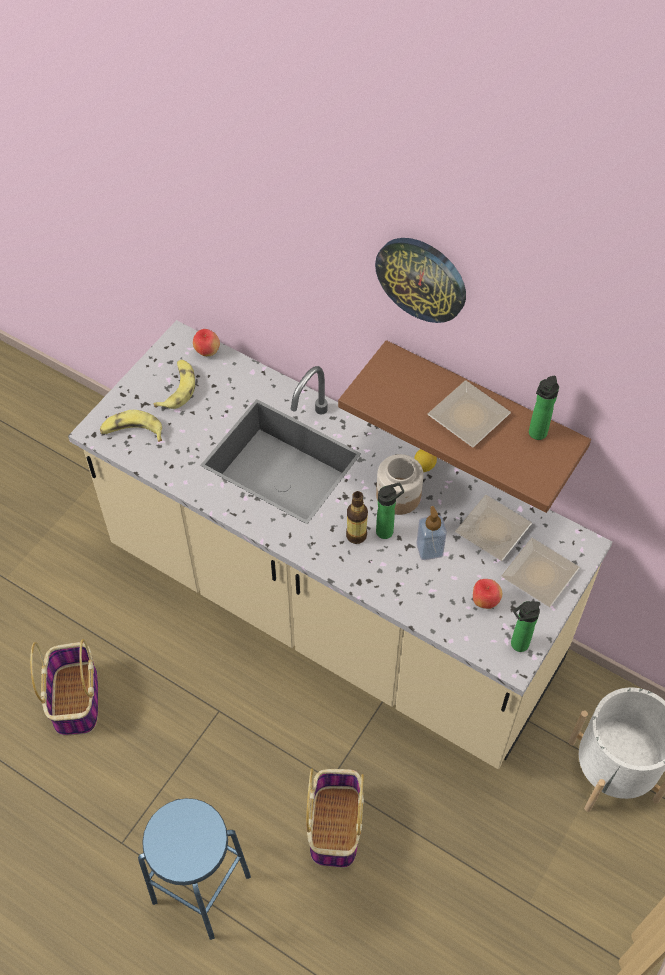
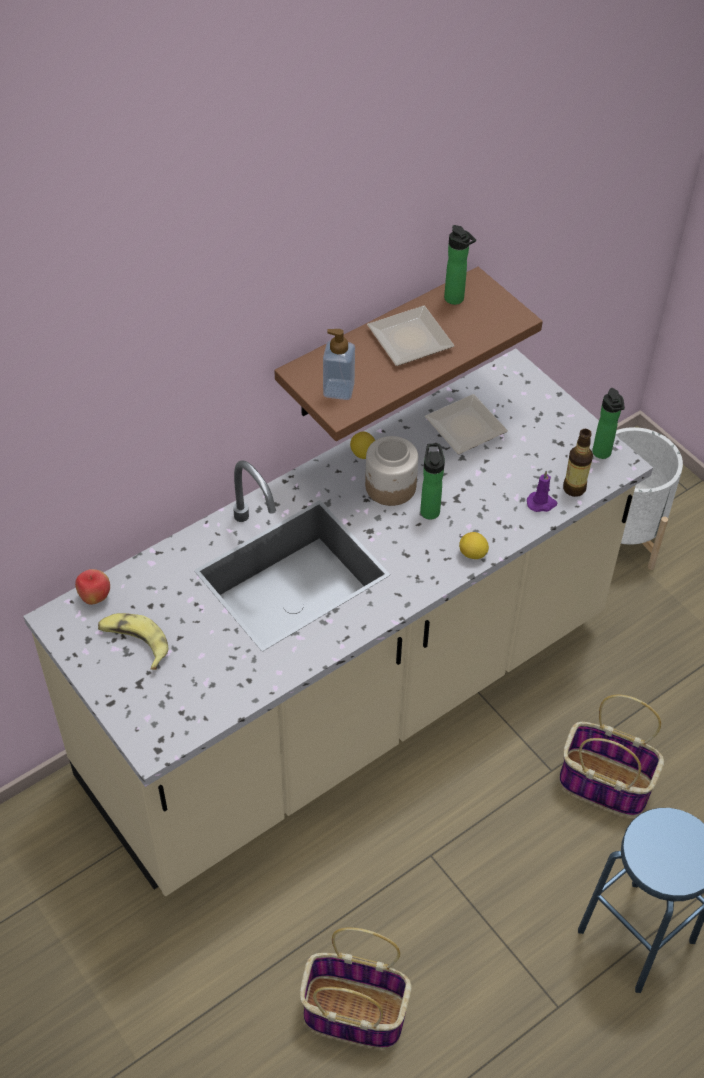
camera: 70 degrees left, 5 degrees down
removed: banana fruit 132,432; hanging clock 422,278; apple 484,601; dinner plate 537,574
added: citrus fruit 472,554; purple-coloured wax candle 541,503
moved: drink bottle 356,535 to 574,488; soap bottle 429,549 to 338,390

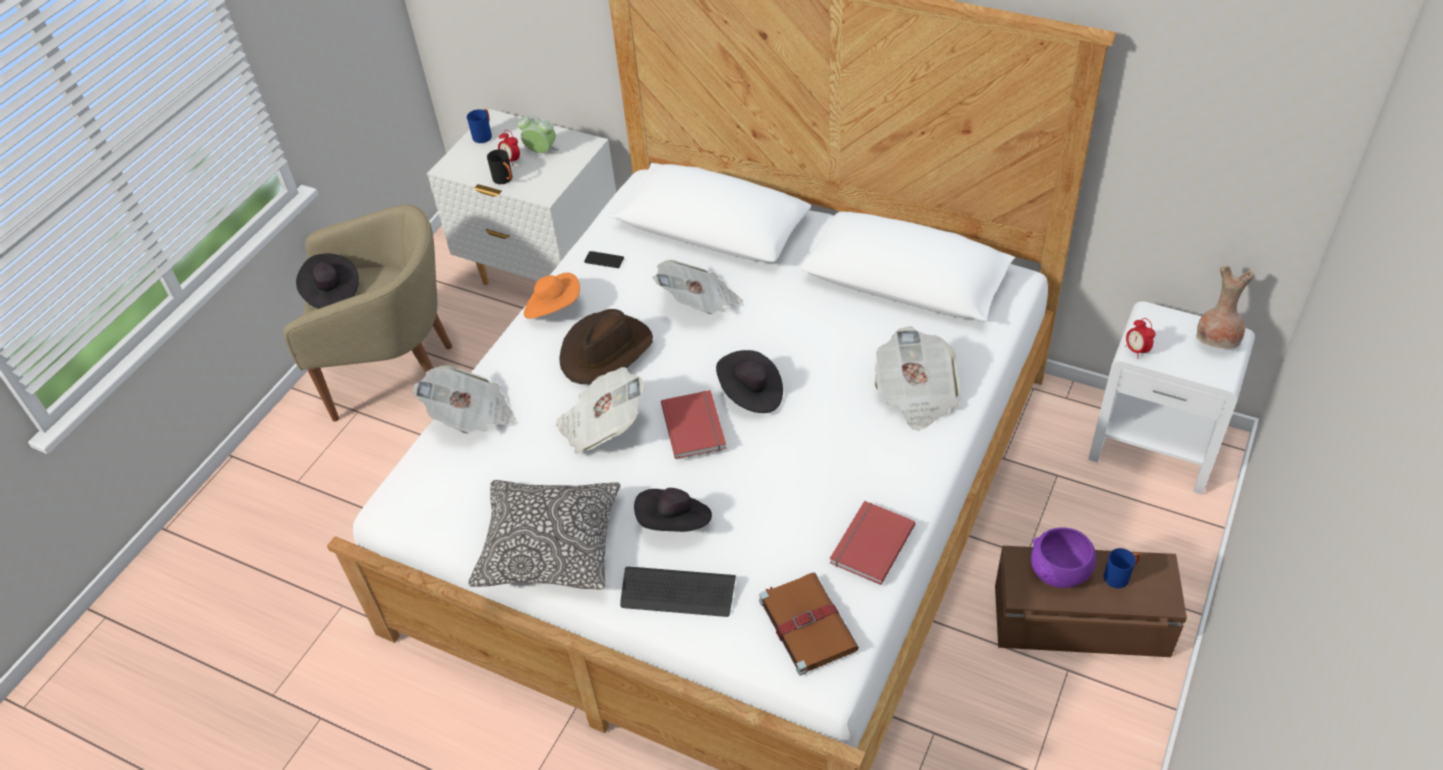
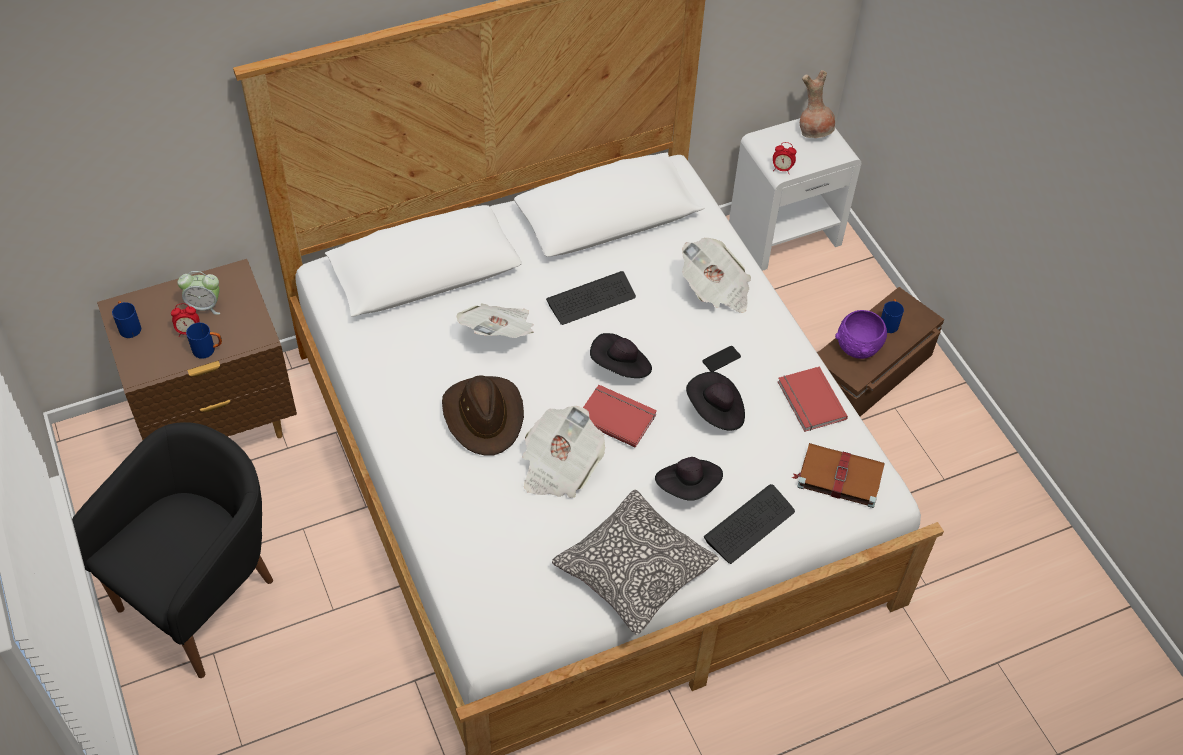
camera: 55 degrees left, 5 degrees up
removed: daily paper 471,416; orange-coloured clothing hat 554,308
added: keyboard 591,299
moved: black clothing hat 331,292 to 715,411; telephone 604,260 to 721,359
recoloured: sand-coloured easy chair 396,375 to black easy chair 204,599; white-coloured nightstand 544,274 to brown-coloured nightstand 219,425; black coffee mug 505,180 to blue-coloured coffee mug 208,350
turned: bedside clock 541,152 = 204,306 150 degrees counterclockwise

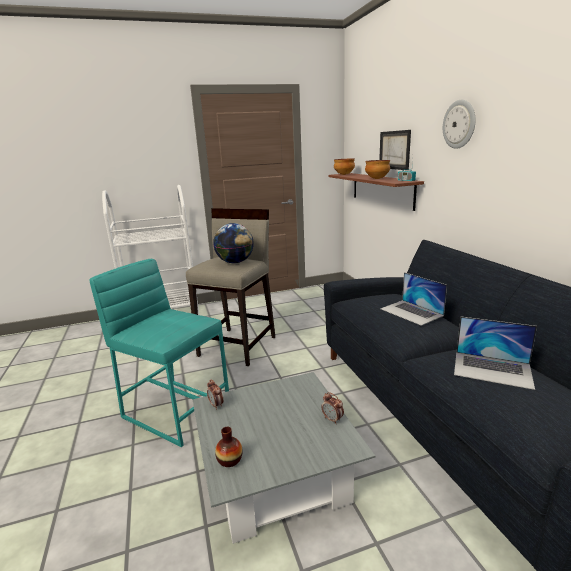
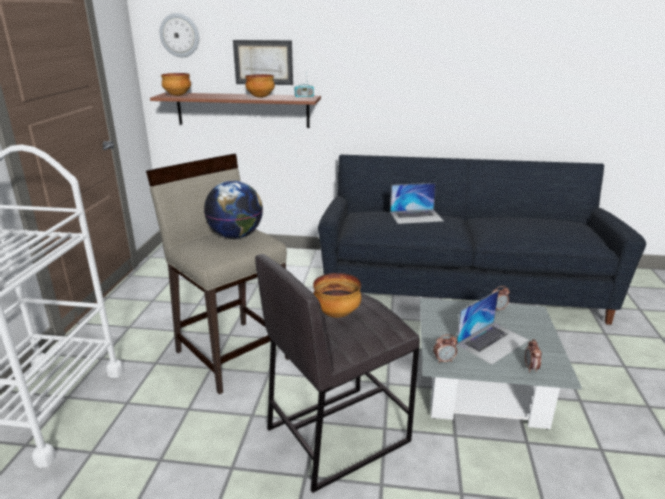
camera: 65 degrees left, 5 degrees up
added: deep dish 337,314
moved: hanging clock 459,124 to 180,35; notebook computer 492,369 to 492,342
replaced: flower vase 229,460 to bedside clock 531,368
recoloured: blue-green stool 176,410 to greyish stool 336,434

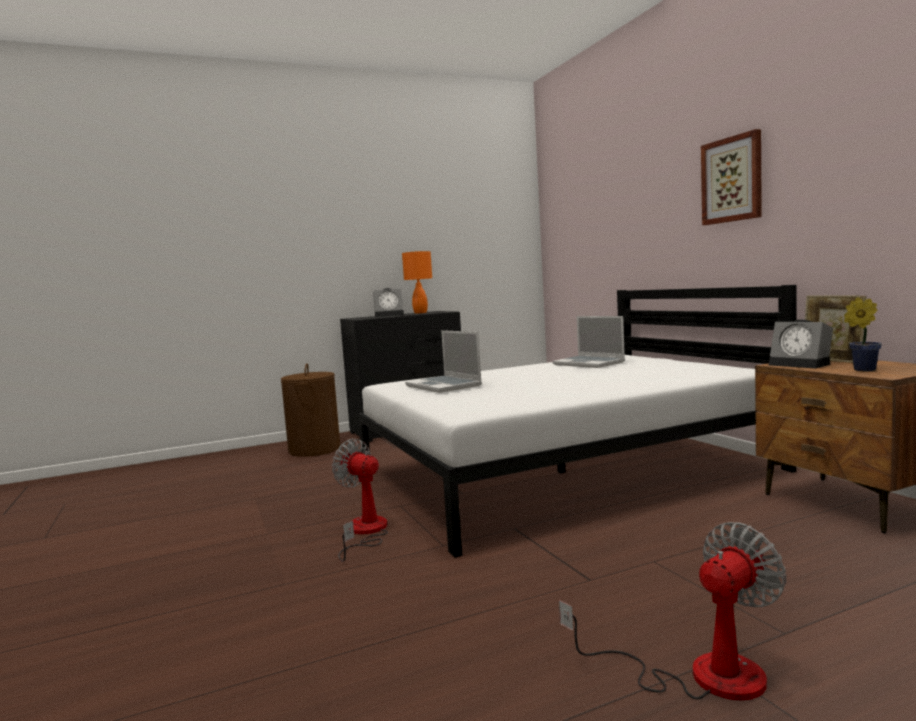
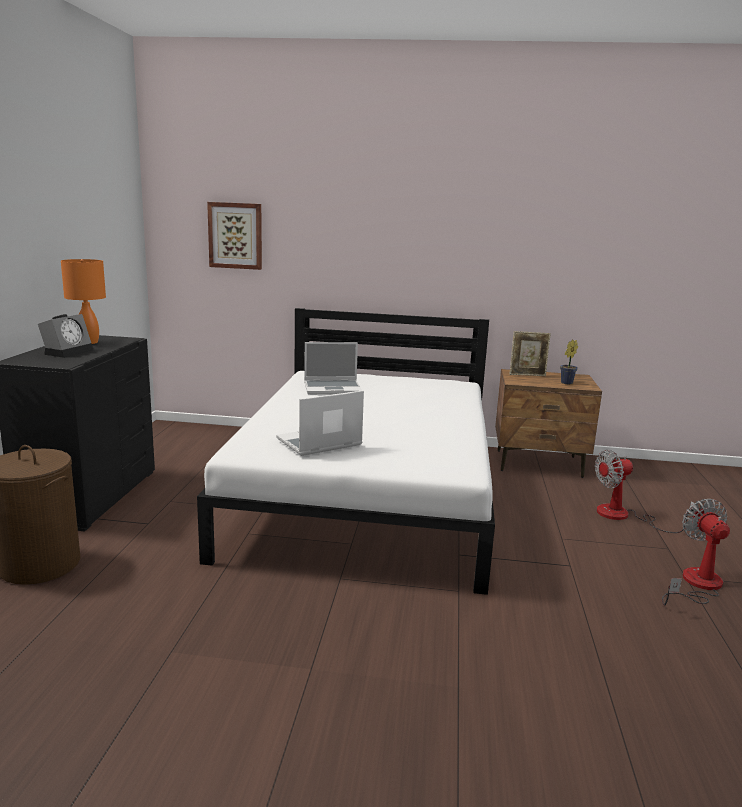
camera: 60 degrees left, 10 degrees up
removed: bedside clock 802,364
moved: fan 364,532 to 624,516; picture 732,180 to 235,235
turned: notebook computer 444,386 = 318,443 150 degrees clockwise

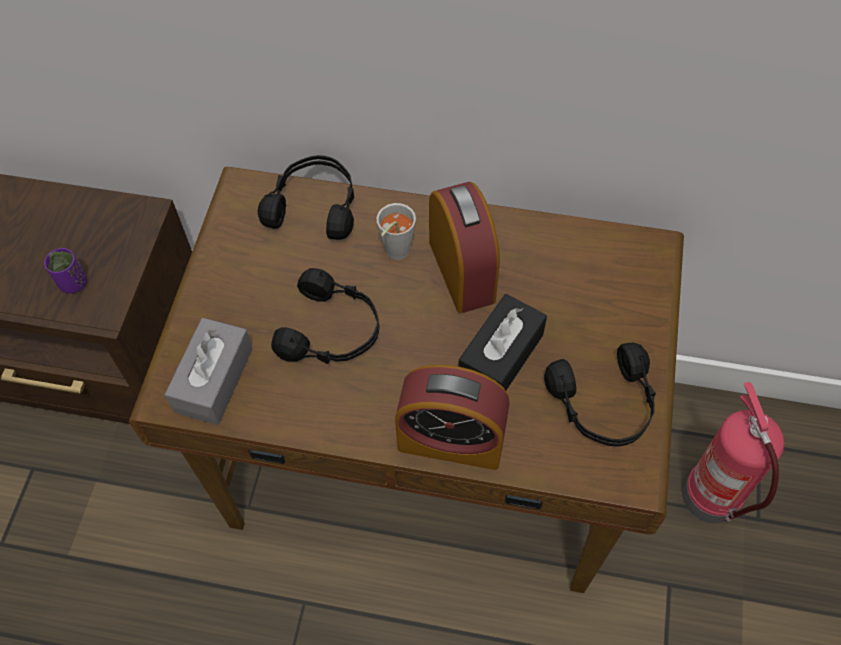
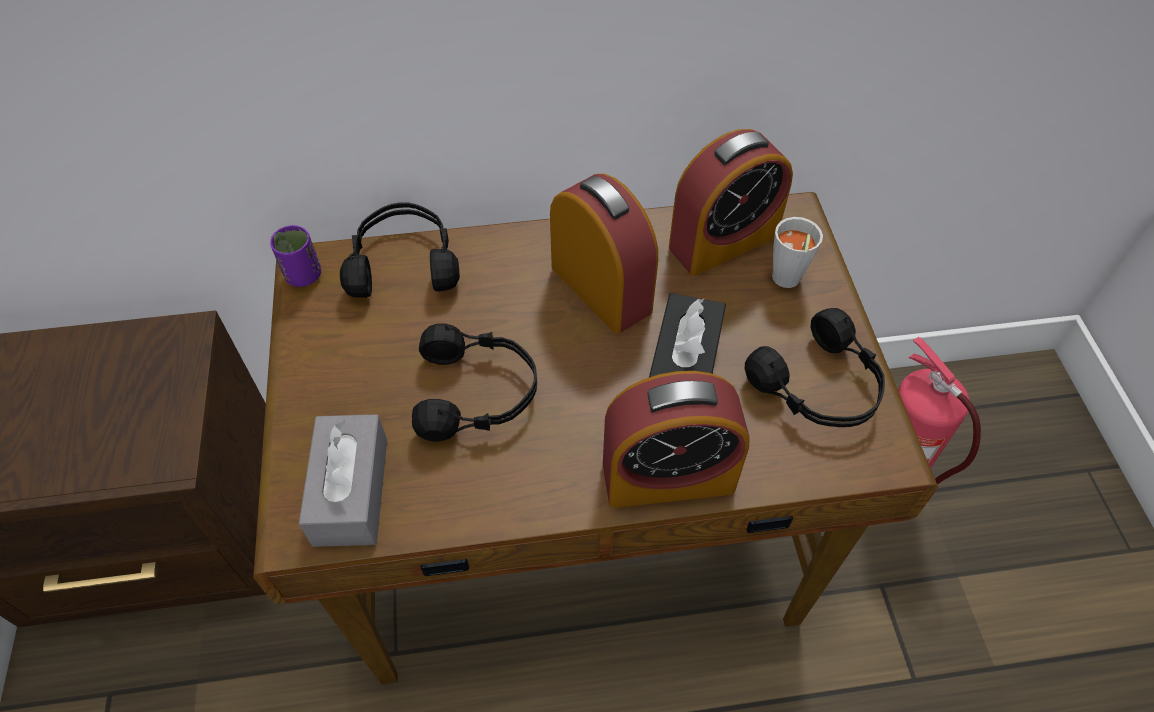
camera: 20 degrees left, 5 degrees down
added: bedside clock 723,241
moved: purple-coloured drinking cup 73,283 to 303,275; greyish drinking cup 394,254 to 785,282

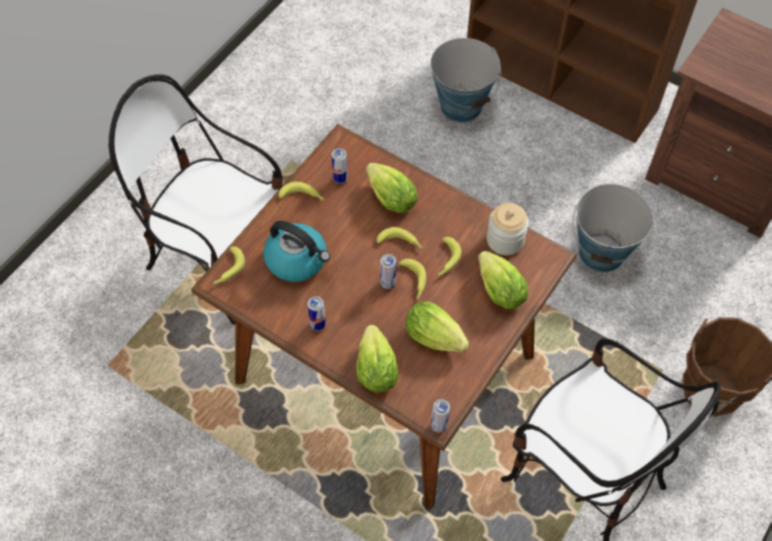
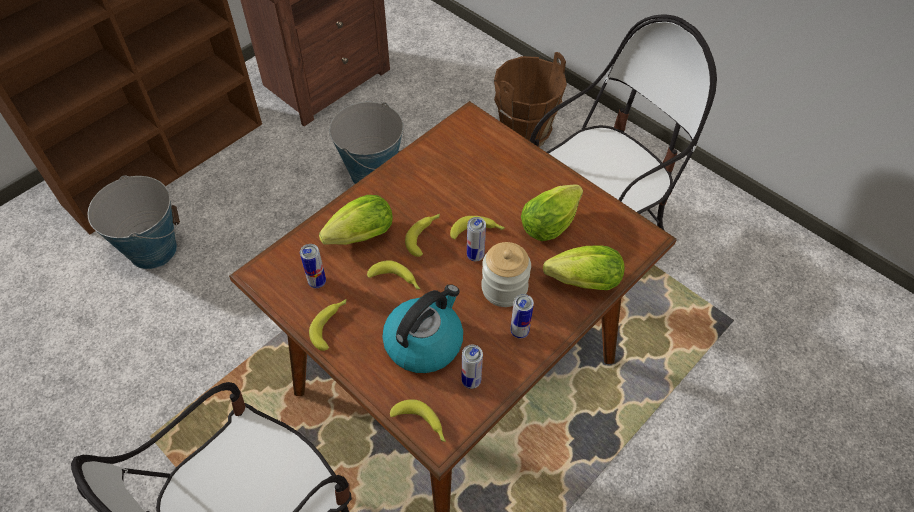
camera: 80 degrees left, 5 degrees down
removed: head of lettuce 497,288
moved: metal can 439,425 to 471,381; banana fruit 446,260 to 396,281; preserve jar 505,240 to 504,288

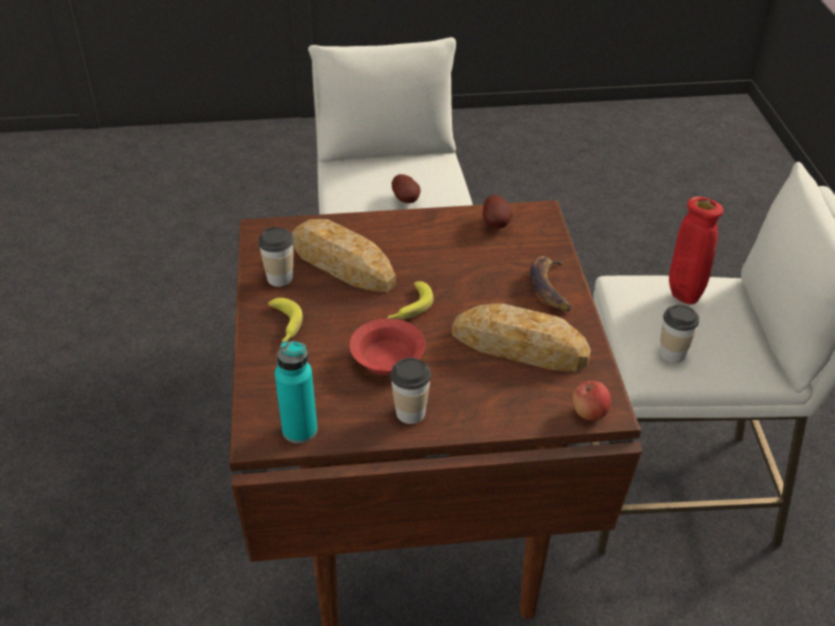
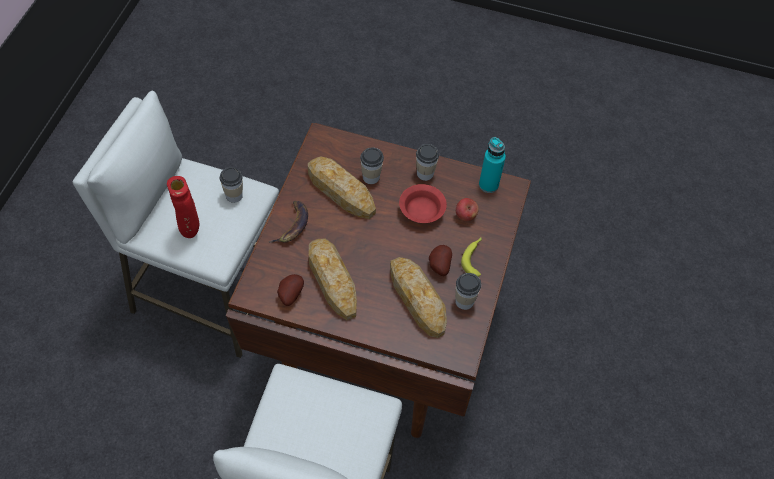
camera: 160 degrees left, 15 degrees up
removed: banana fruit 408,308
added: baked bread 332,281; drinking cup 371,177
moved: spud 406,200 to 438,266; apple 589,413 to 465,216

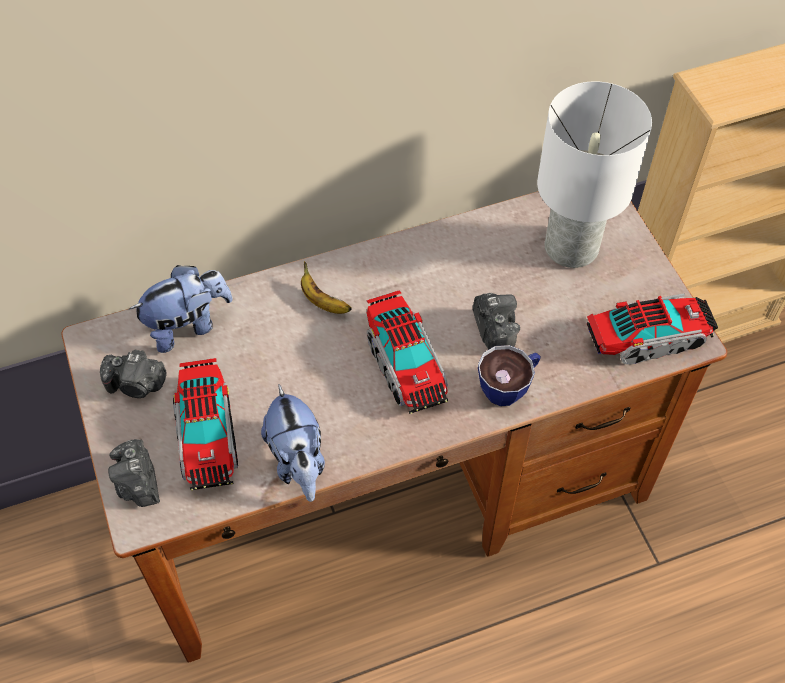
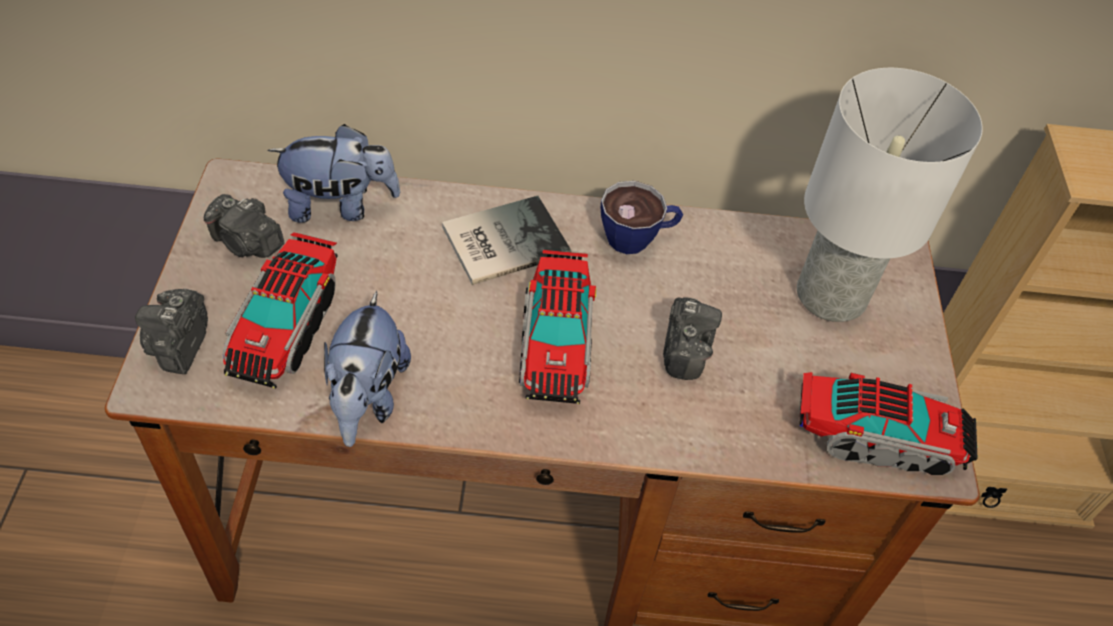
camera: 20 degrees right, 5 degrees down
moved: drinking cup 509,386 to 638,238
replaced: banana fruit 322,302 to volume 501,240

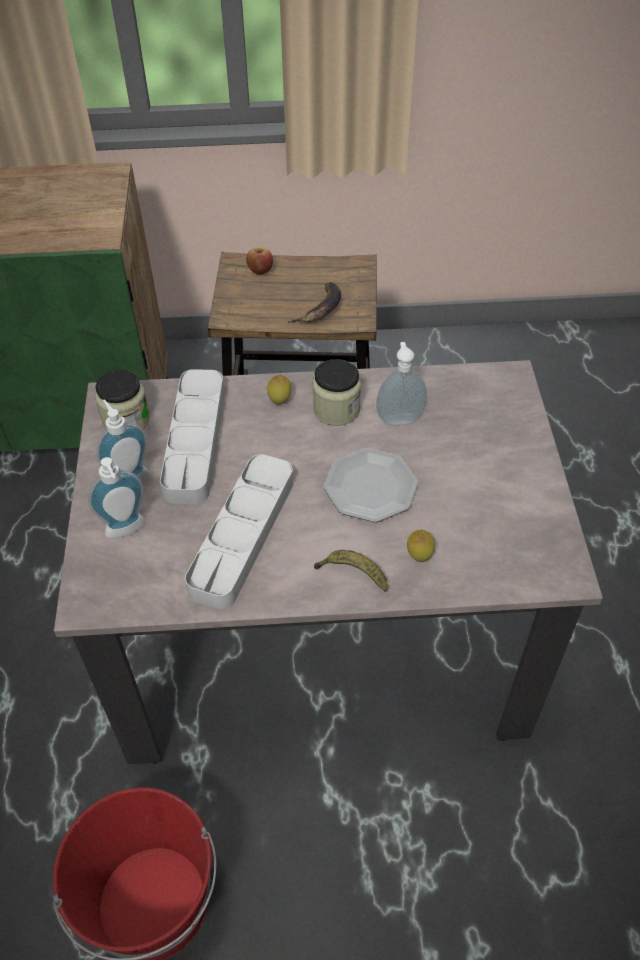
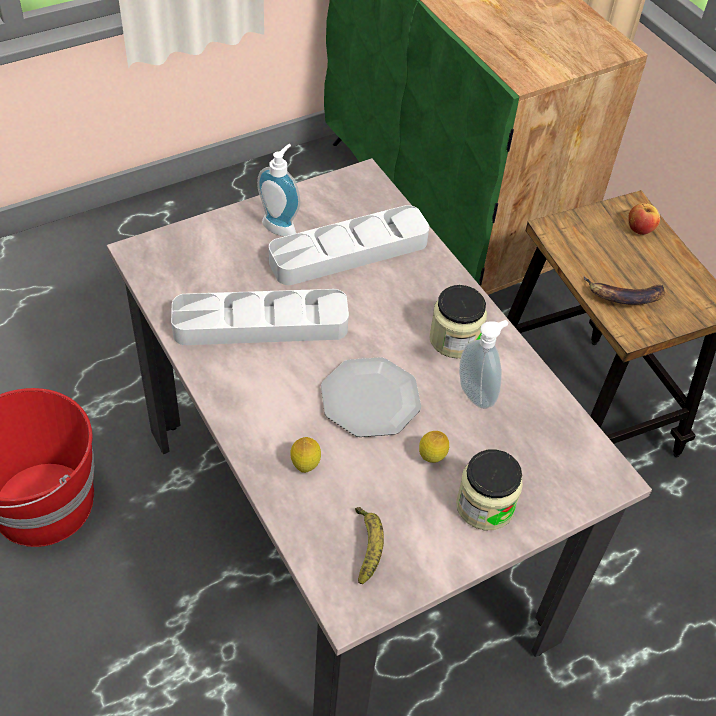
camera: 60 degrees right, 0 degrees up
removed: soap bottle 127,531
moved: preserve jar 126,420 to 485,506; citrus fruit 280,401 to 431,458; banana fruit 352,574 to 368,547

